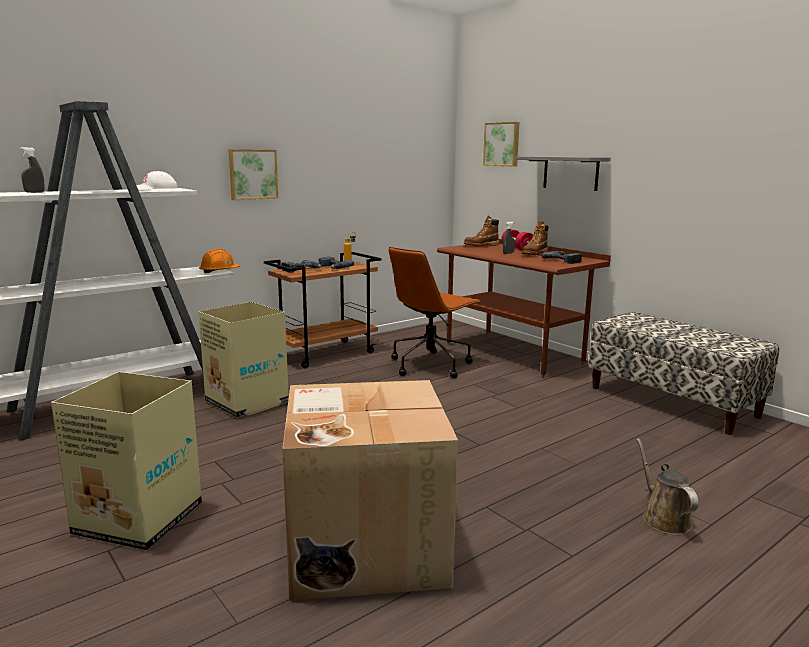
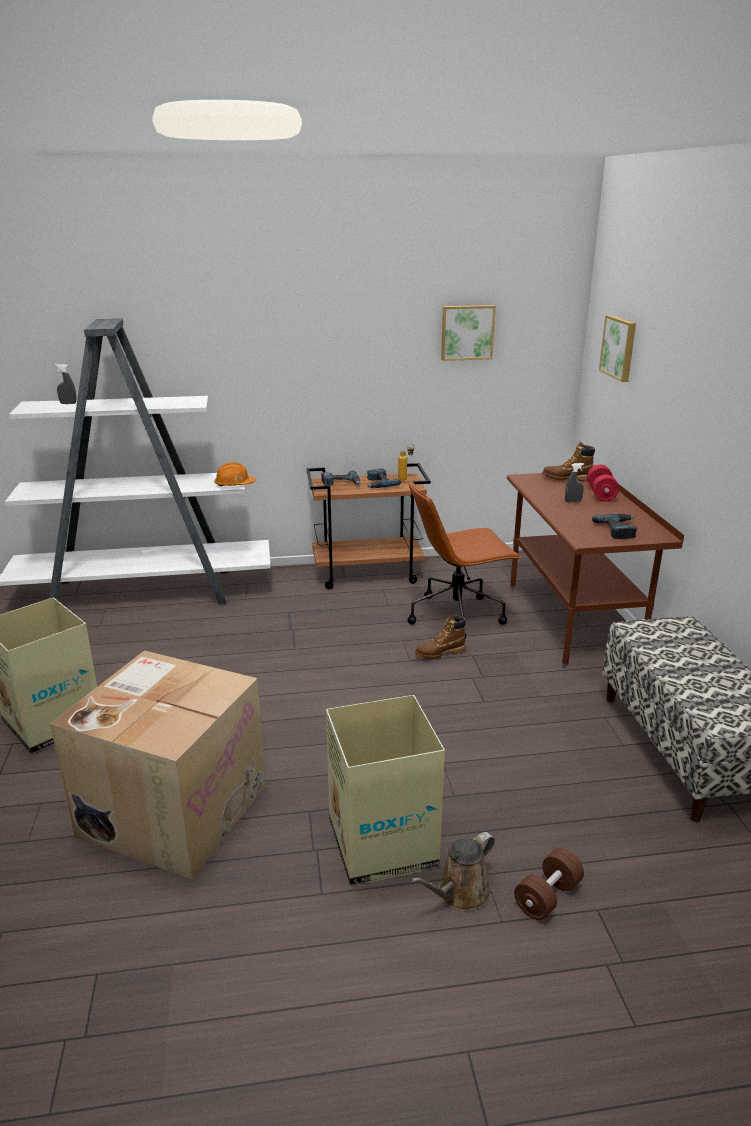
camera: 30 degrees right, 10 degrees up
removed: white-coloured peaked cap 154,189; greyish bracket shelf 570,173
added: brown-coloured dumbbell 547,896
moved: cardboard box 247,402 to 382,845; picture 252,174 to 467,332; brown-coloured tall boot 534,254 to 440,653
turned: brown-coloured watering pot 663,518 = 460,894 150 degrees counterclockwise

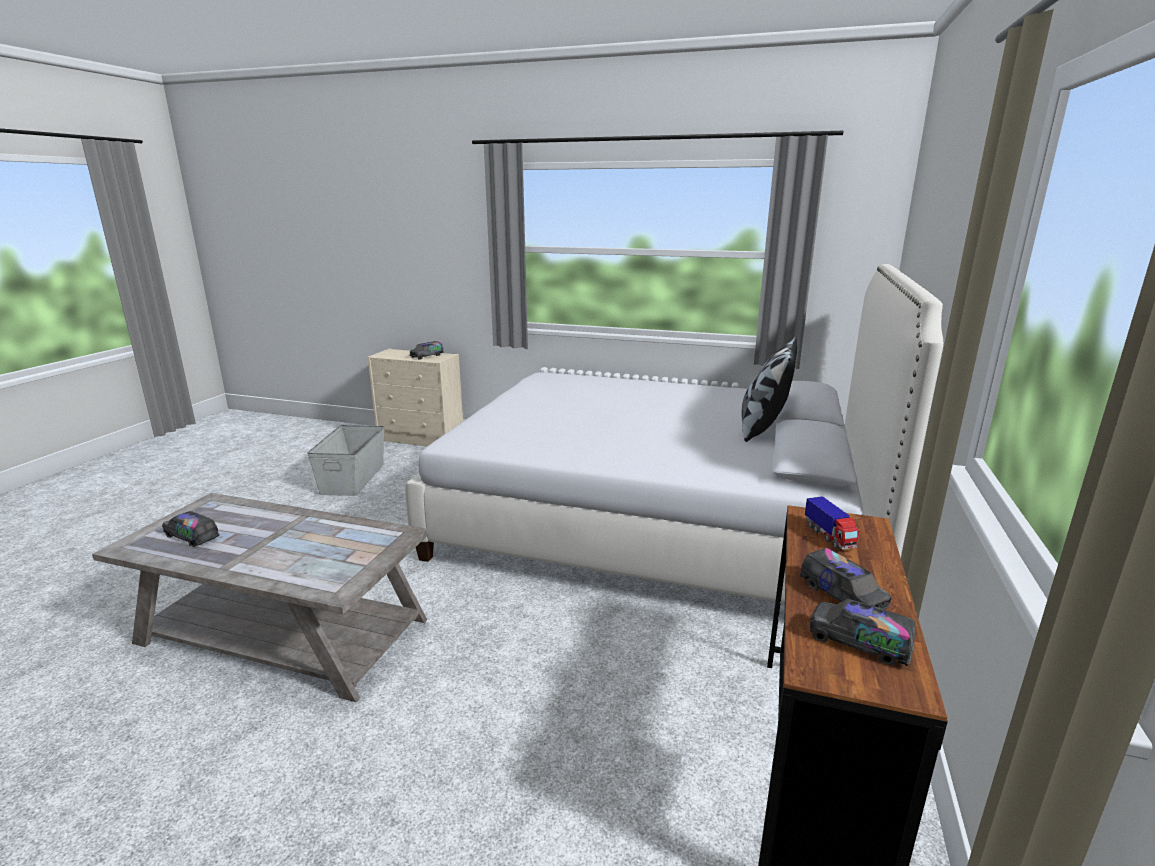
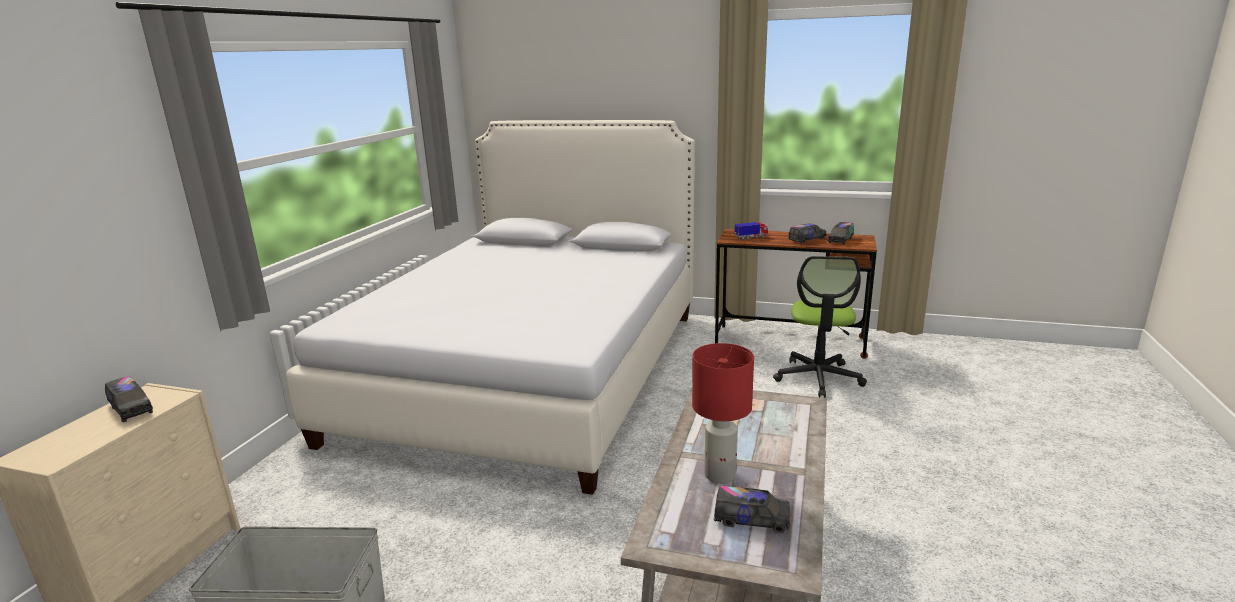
camera: 90 degrees left, 0 degrees up
removed: pillow 763,428
added: red-coloured lamp for a table 721,475; desk chair 818,378
turned: toy lorry 192,537 = 751,520 105 degrees counterclockwise

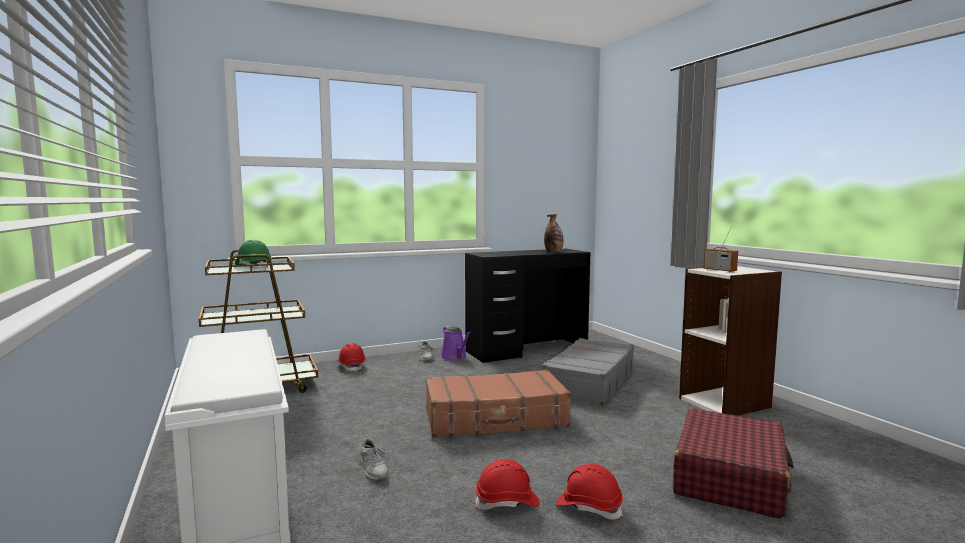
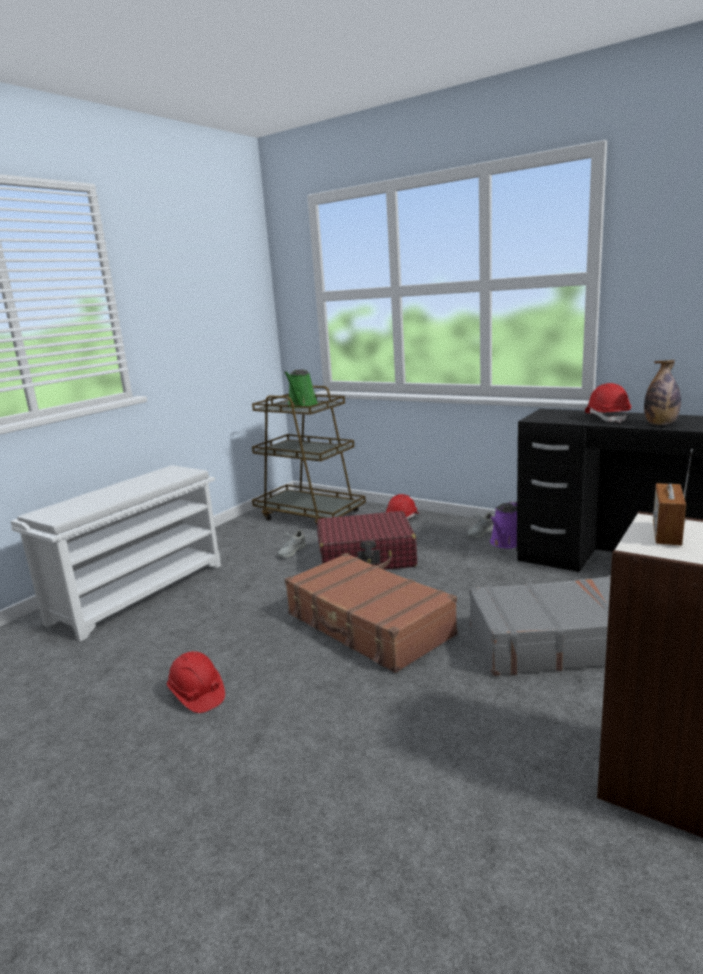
camera: 60 degrees right, 10 degrees up
moved: greyish low shoe 374,470 to 291,551; red-coloured work helmet 589,507 to 607,417; red-coloured suitcase 729,478 to 367,557
replaced: greenish work helmet 253,267 to greenish watering pot 301,405

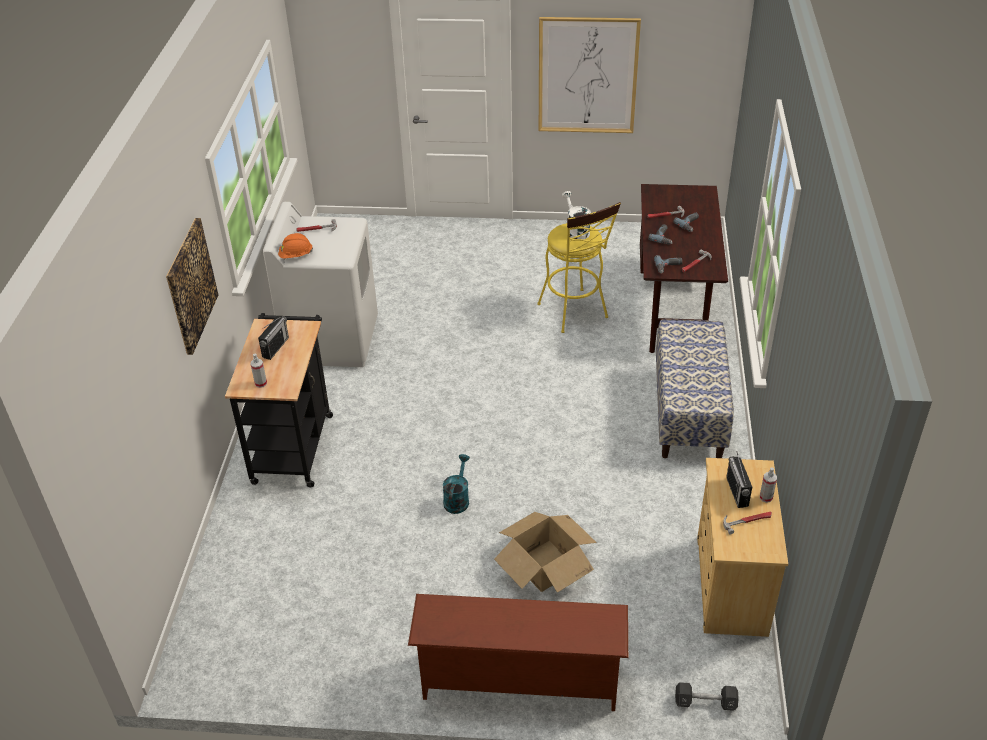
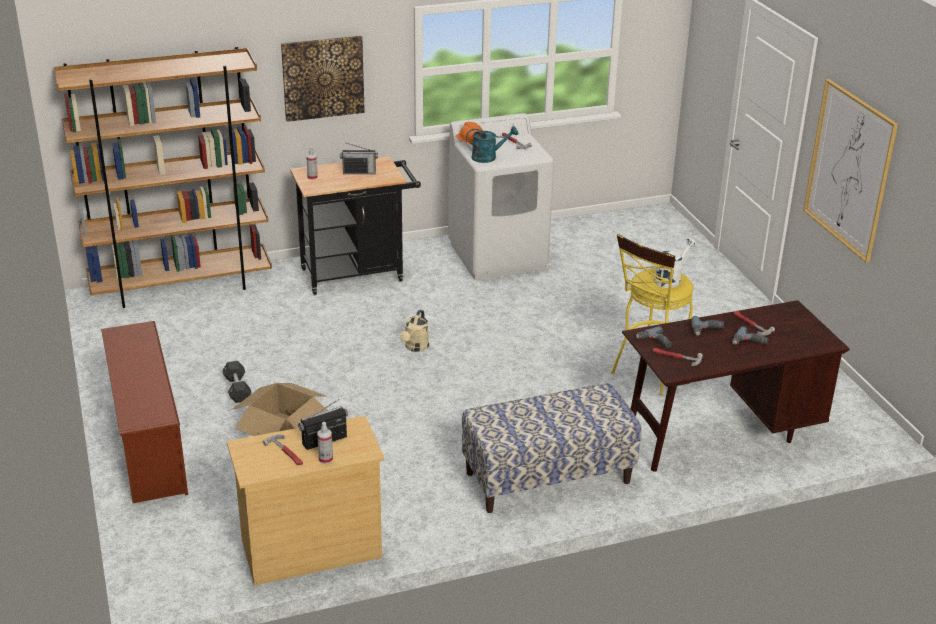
camera: 65 degrees right, 10 degrees down
added: brown-coloured bookshelf 182,286; sand-coloured watering pot 415,347
moved: blue-green watering pot 457,499 to 488,157; black dumbbell 705,702 to 237,389

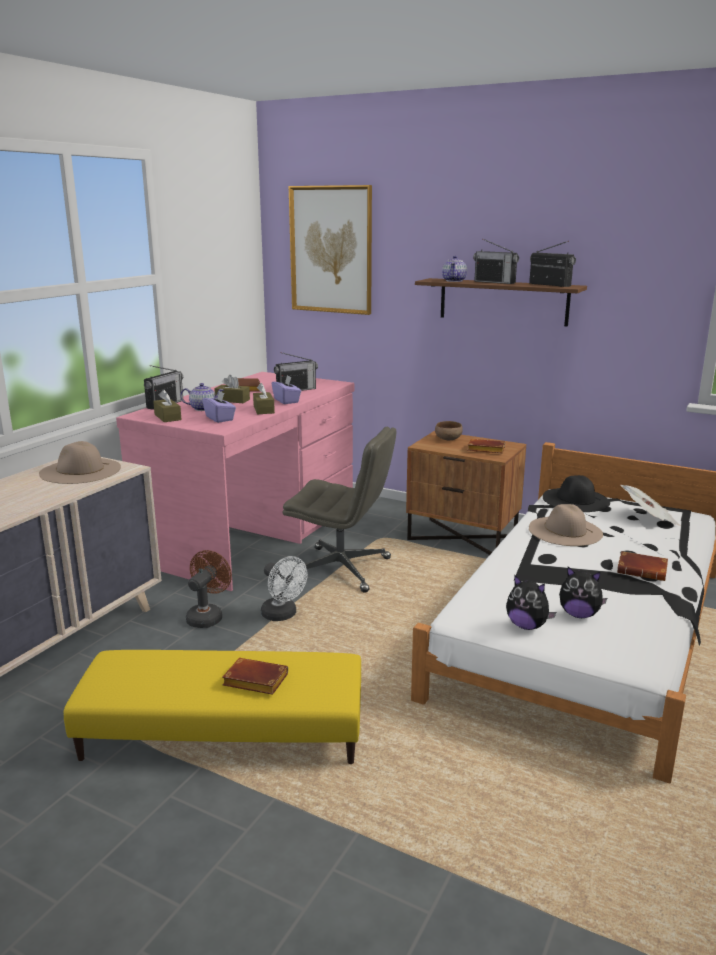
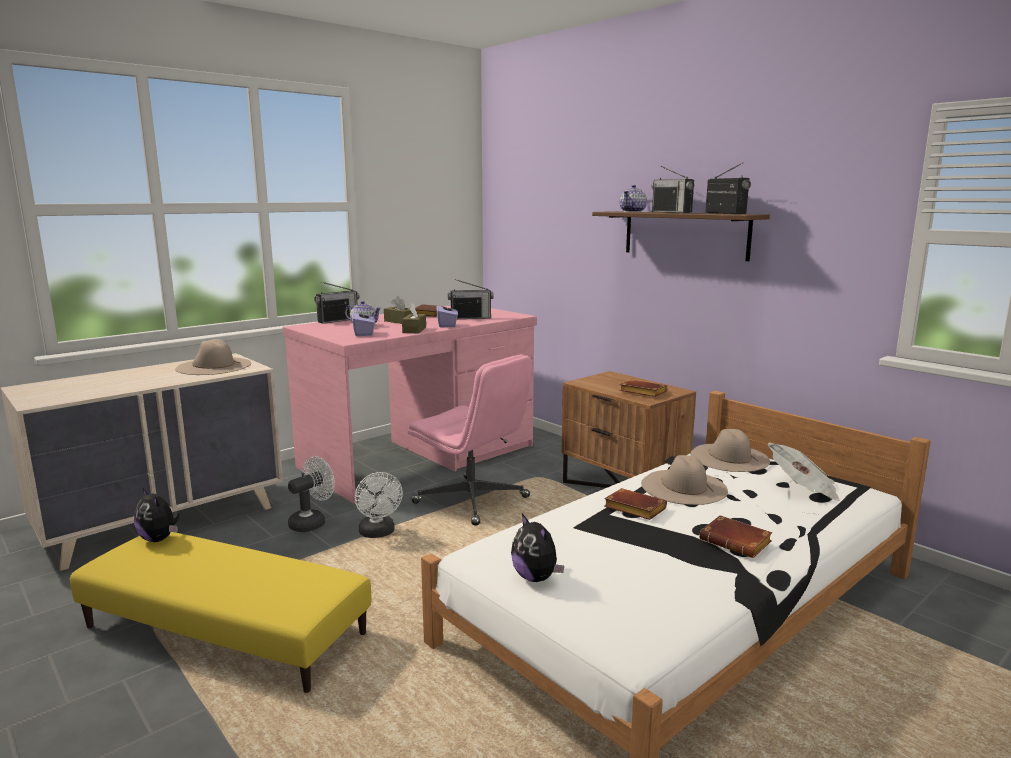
camera: 20 degrees right, 5 degrees down
removed: brown-coloured tissue box 167,417; picture 331,250; brown-coloured deep dish 448,439
moved: brown-coloured volume 253,681 to 632,509; plush toy 579,614 to 159,539
recoloured: brown-coloured fan 207,616 to white-coloured fan 312,522; greyish desk chair 342,569 to pinkish desk chair 472,500; black clothing hat 575,499 to sand-coloured clothing hat 729,457

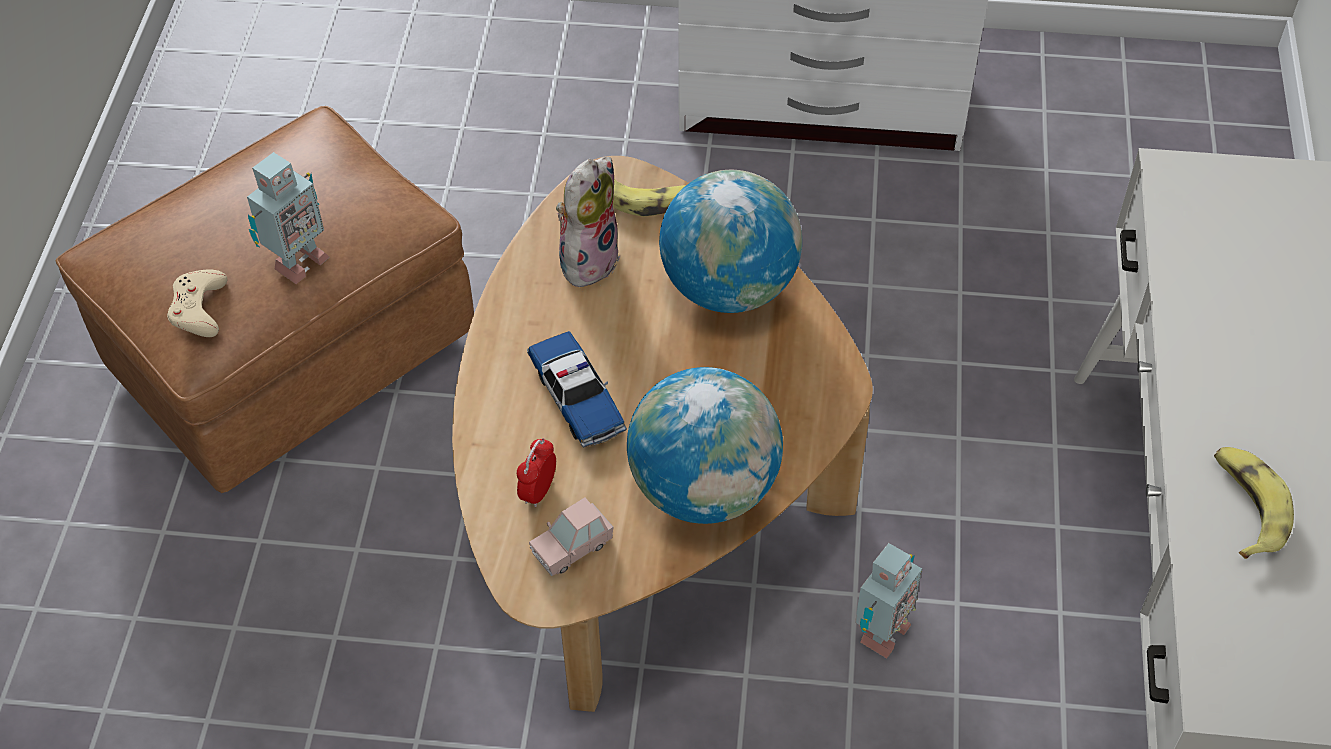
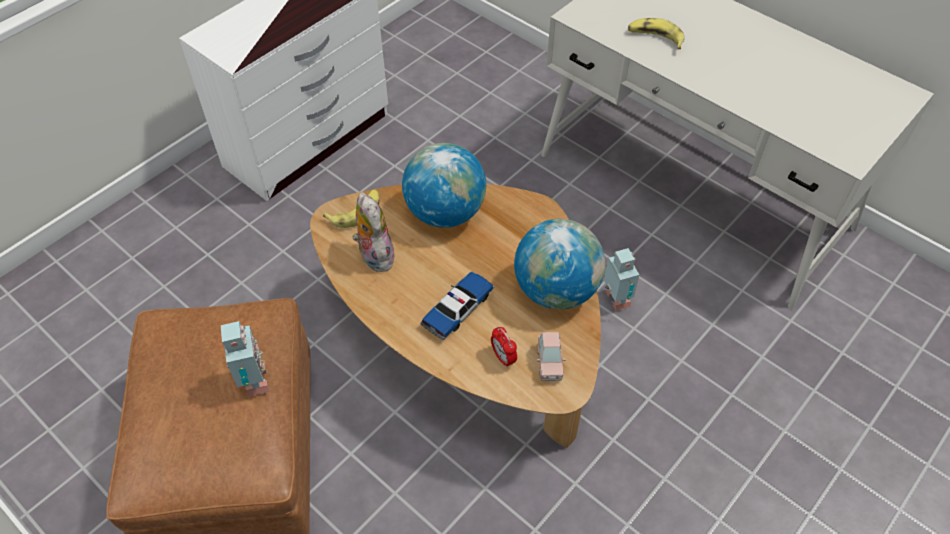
camera: 55 degrees left, 0 degrees up
removed: sand-coloured gamepad 199,308
moved: banana fruit 1246,507 to 655,38
turned: toy car 576,397 = 458,309 60 degrees counterclockwise

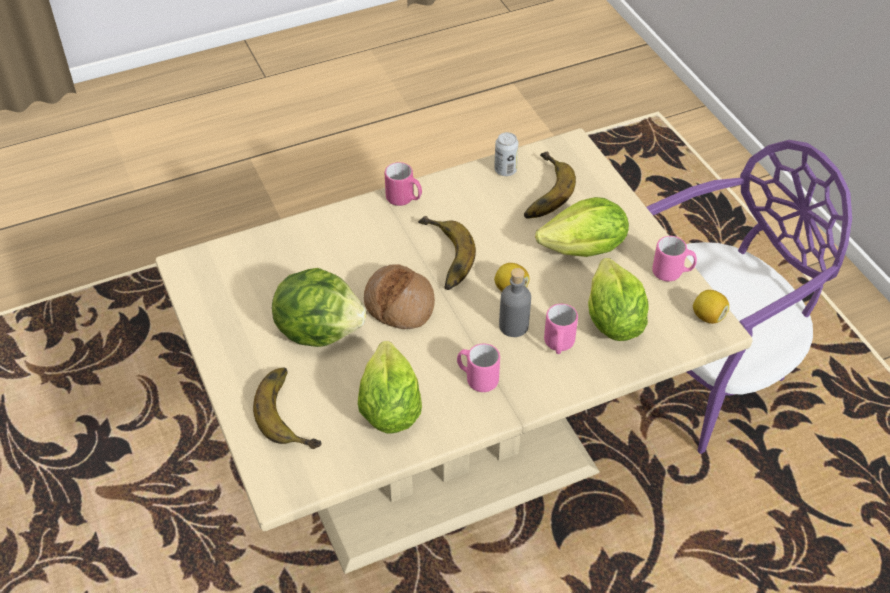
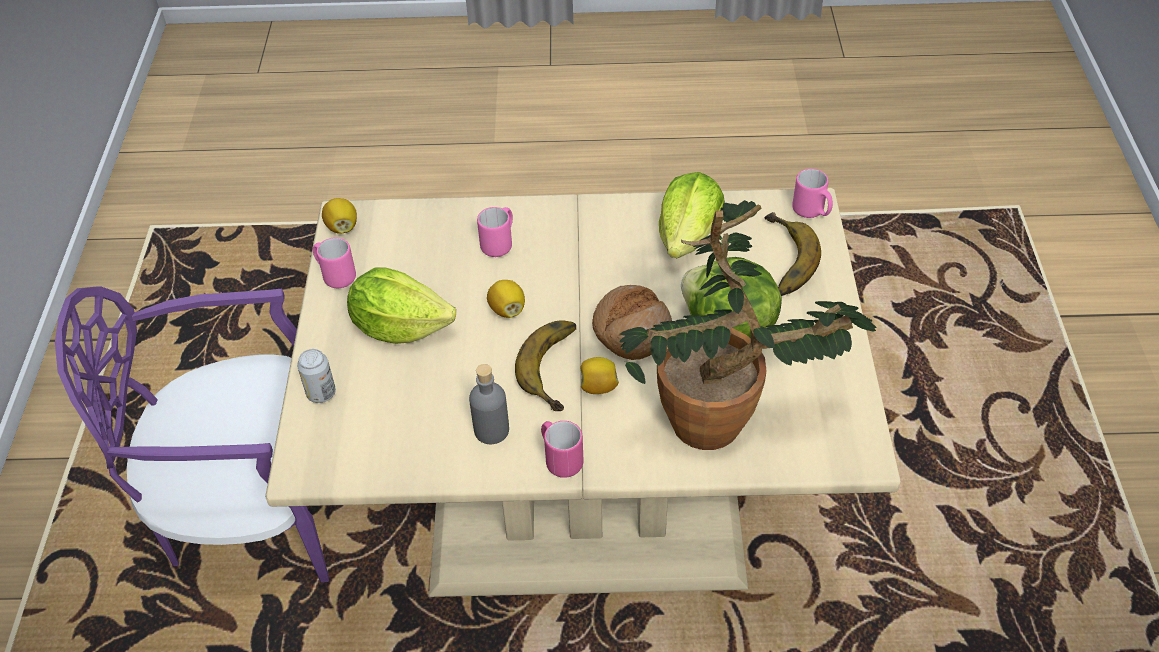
camera: 155 degrees left, 0 degrees up
removed: banana fruit 539,191; head of lettuce 613,321
added: citrus fruit 598,387; houseplant 725,425
moved: pinkish coffee mug 477,379 to 812,212; metal can 505,170 to 321,393; greyish drink bottle 513,326 to 491,430

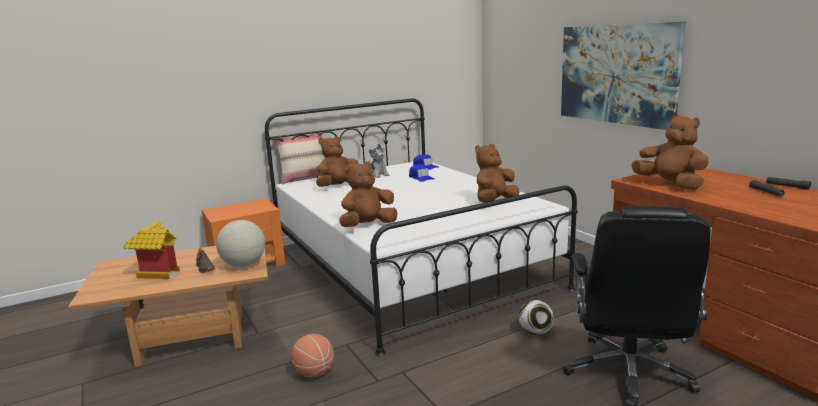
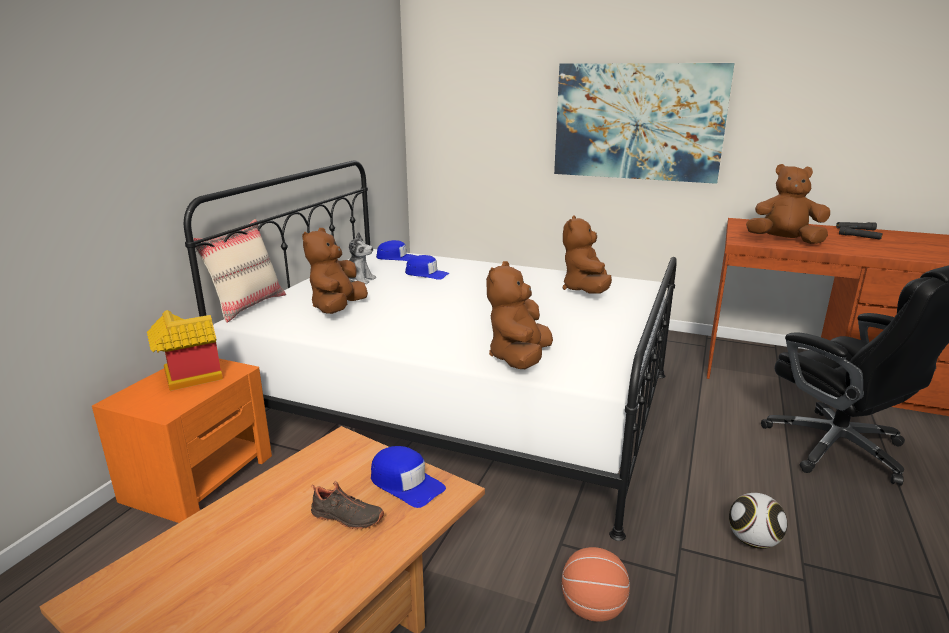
camera: 40 degrees left, 5 degrees up
moved: miniature house 156,272 to 186,378; football ball 536,332 to 753,541
replaced: world globe 244,265 to blue-coloured peaked cap 406,483

